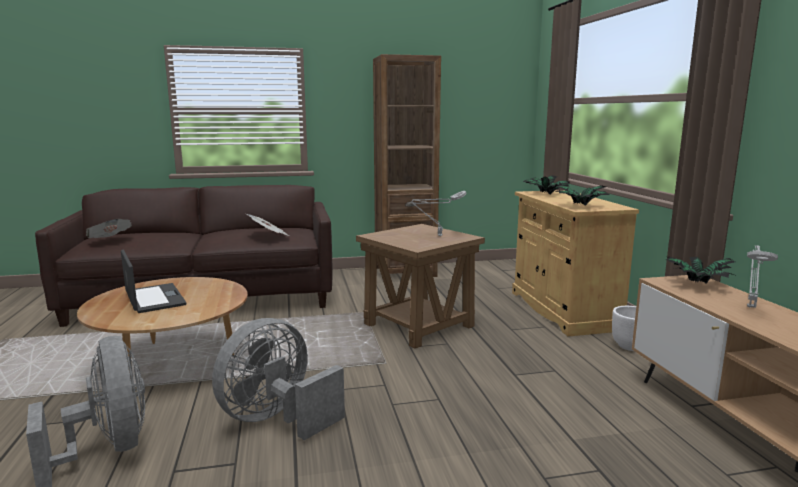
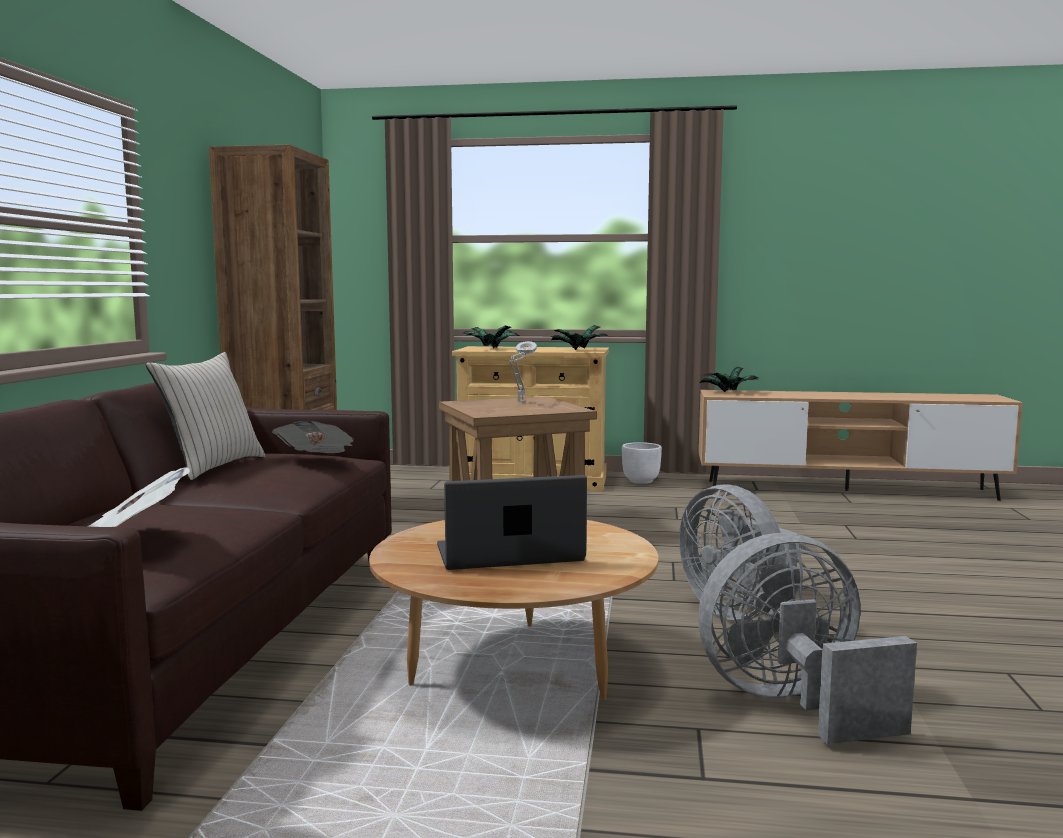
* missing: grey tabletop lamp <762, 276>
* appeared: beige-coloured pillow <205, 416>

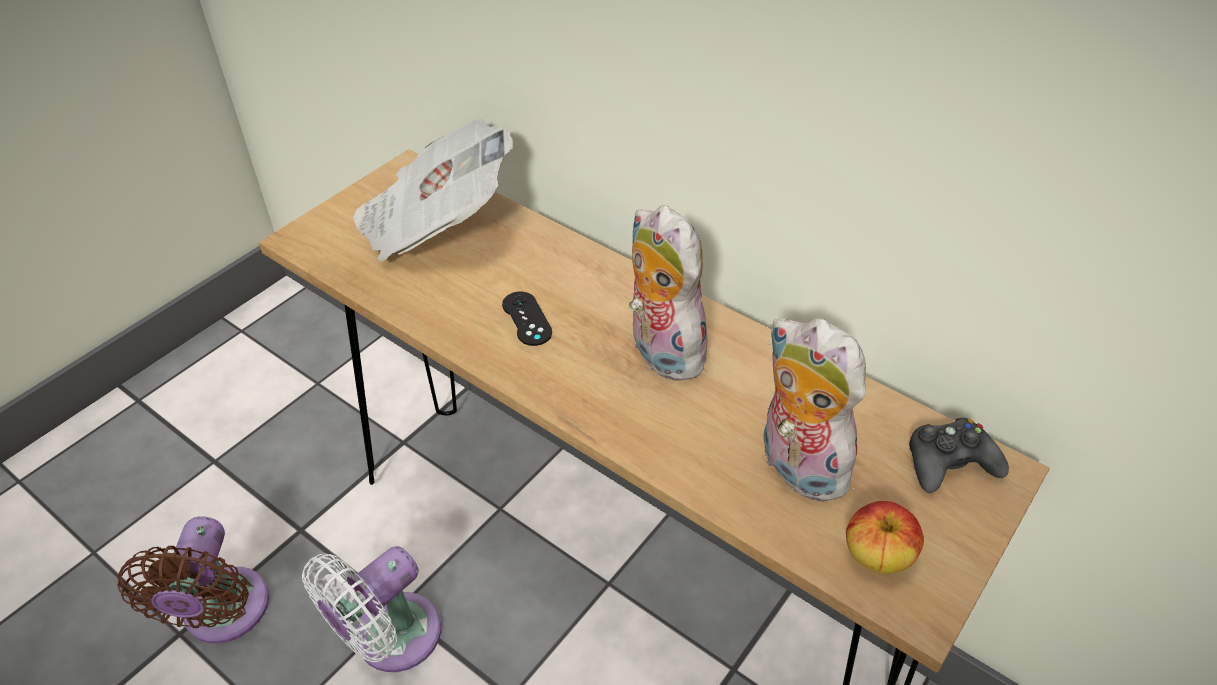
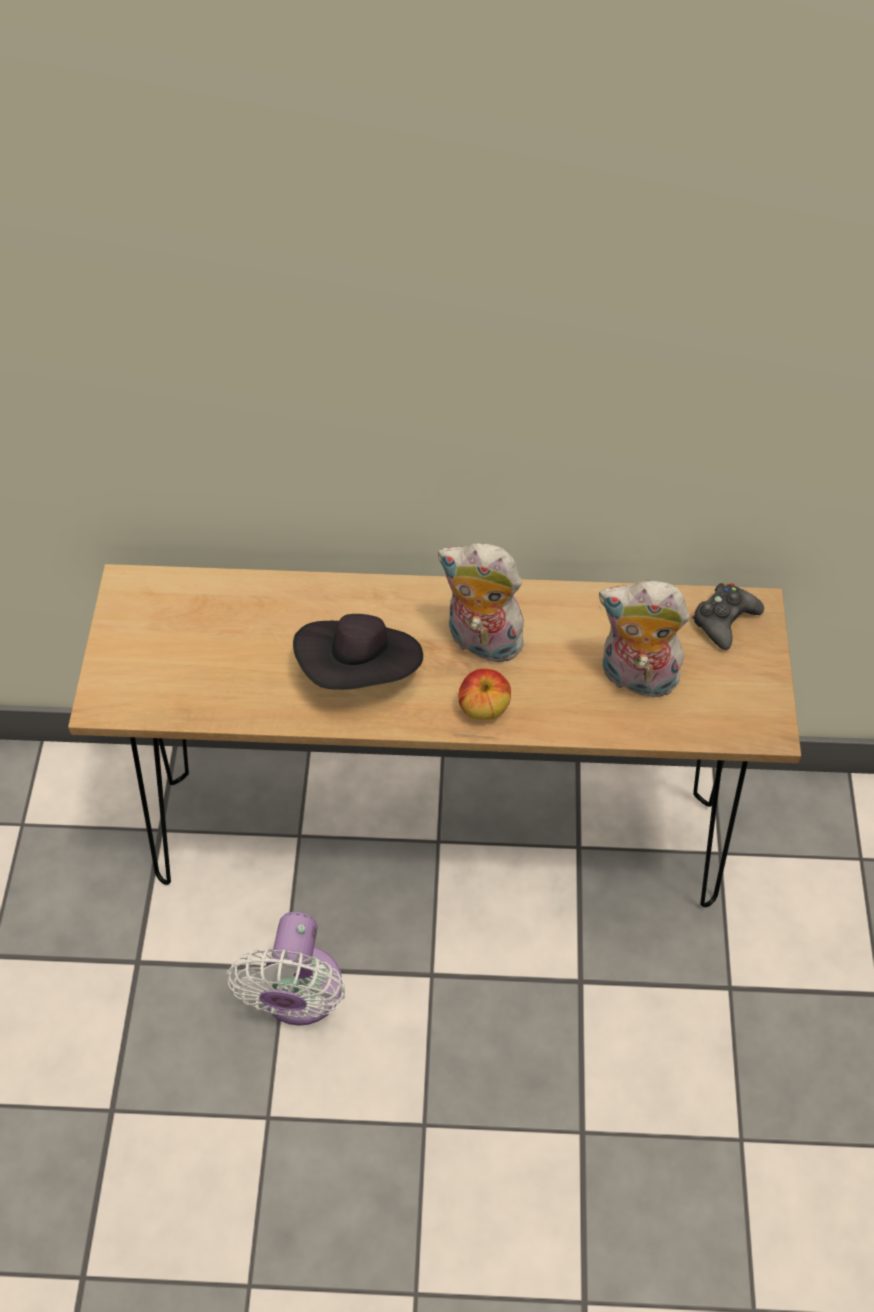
* missing: brown-coloured fan <193, 580>
* missing: printed paper <433, 190>
* relocated: whole apple <885, 537> to <484, 694>
* exchanged: blackish gamepad <527, 319> to blackish wearable hat <358, 652>

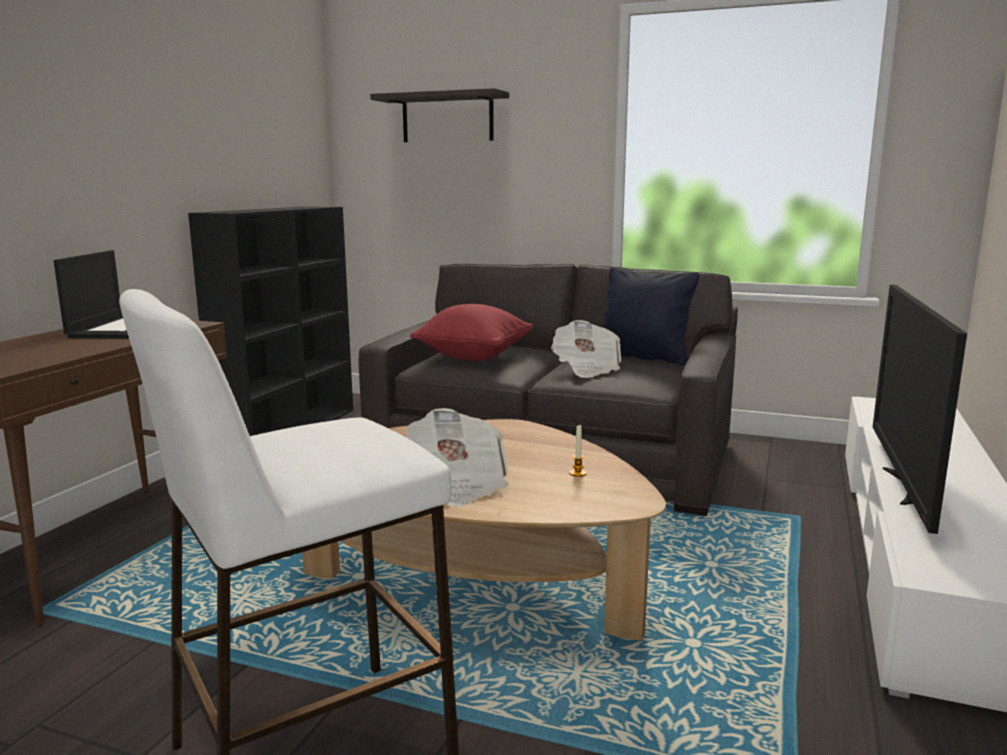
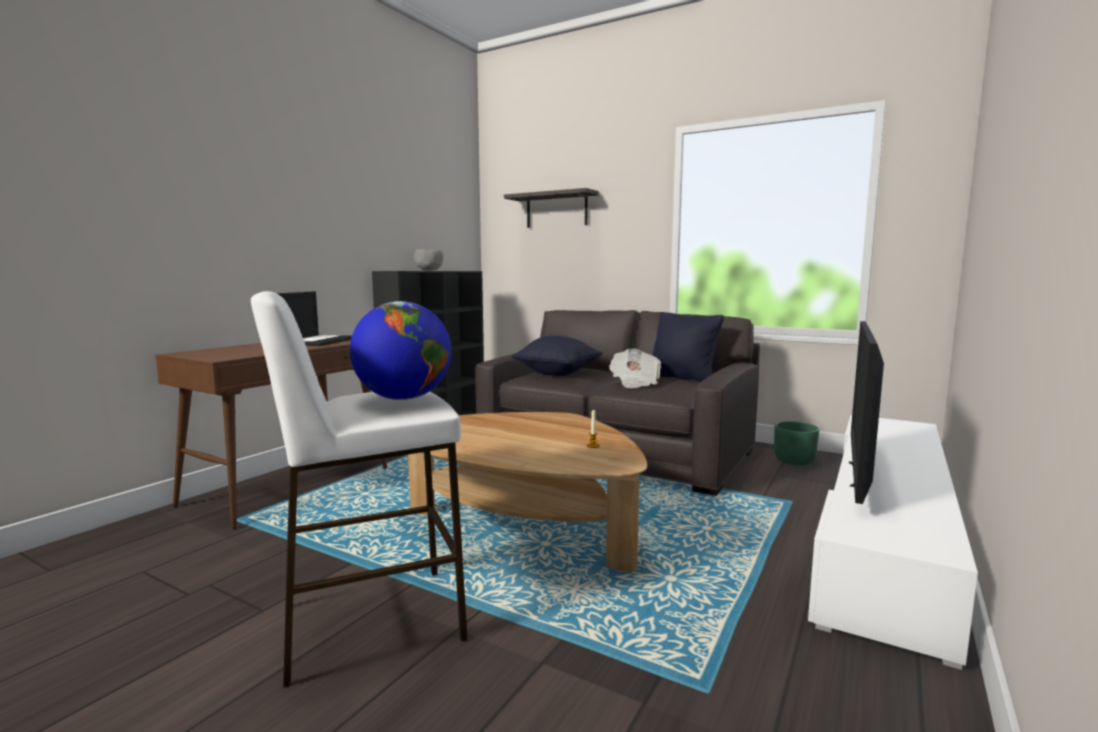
* missing: printed paper <457, 457>
* appeared: globe <401, 350>
* appeared: grey bowl <428, 260>
* appeared: green plant pot <796, 443>
* colour: red pillow <471, 332> to blackish pillow <557, 356>

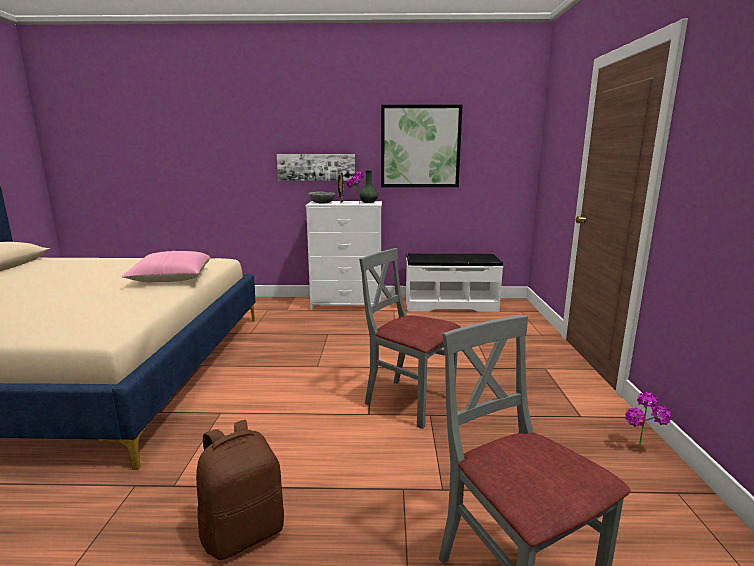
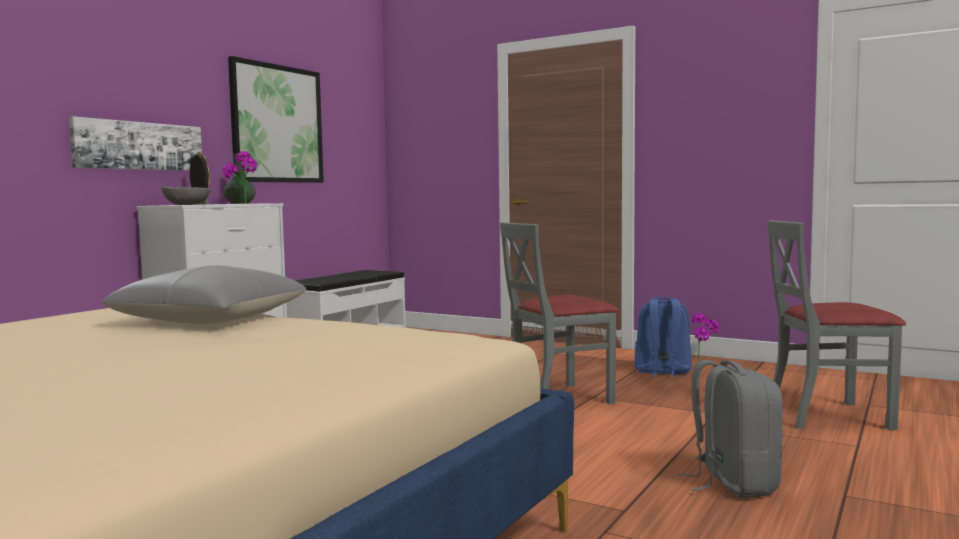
* appeared: bluish backpack <663, 337>
* colour: pink-coloured pillow <166, 266> to grey pillow <203, 295>
* colour: brown-coloured backpack <240, 490> to grey backpack <730, 429>

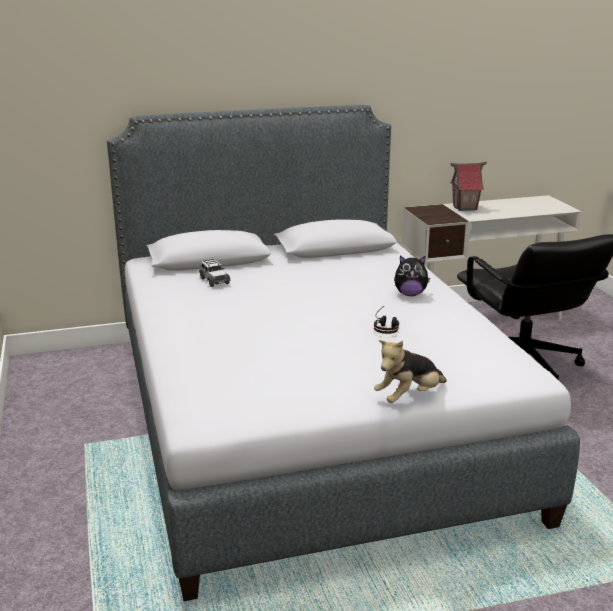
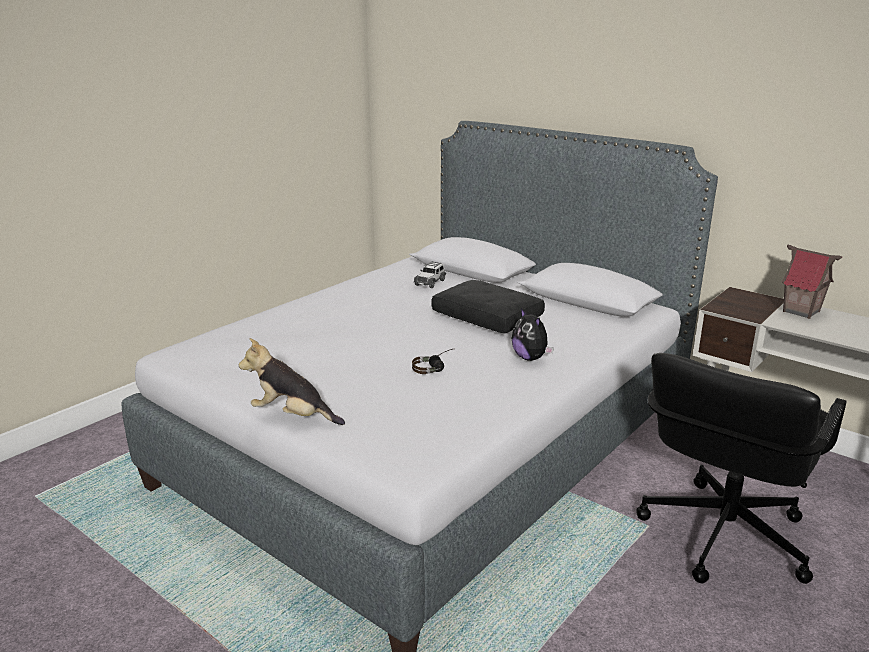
* appeared: blackish pillow <488, 306>

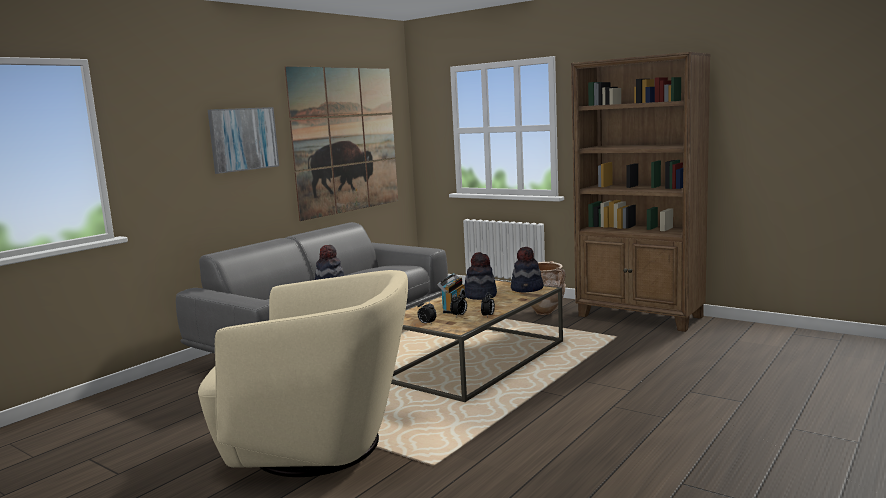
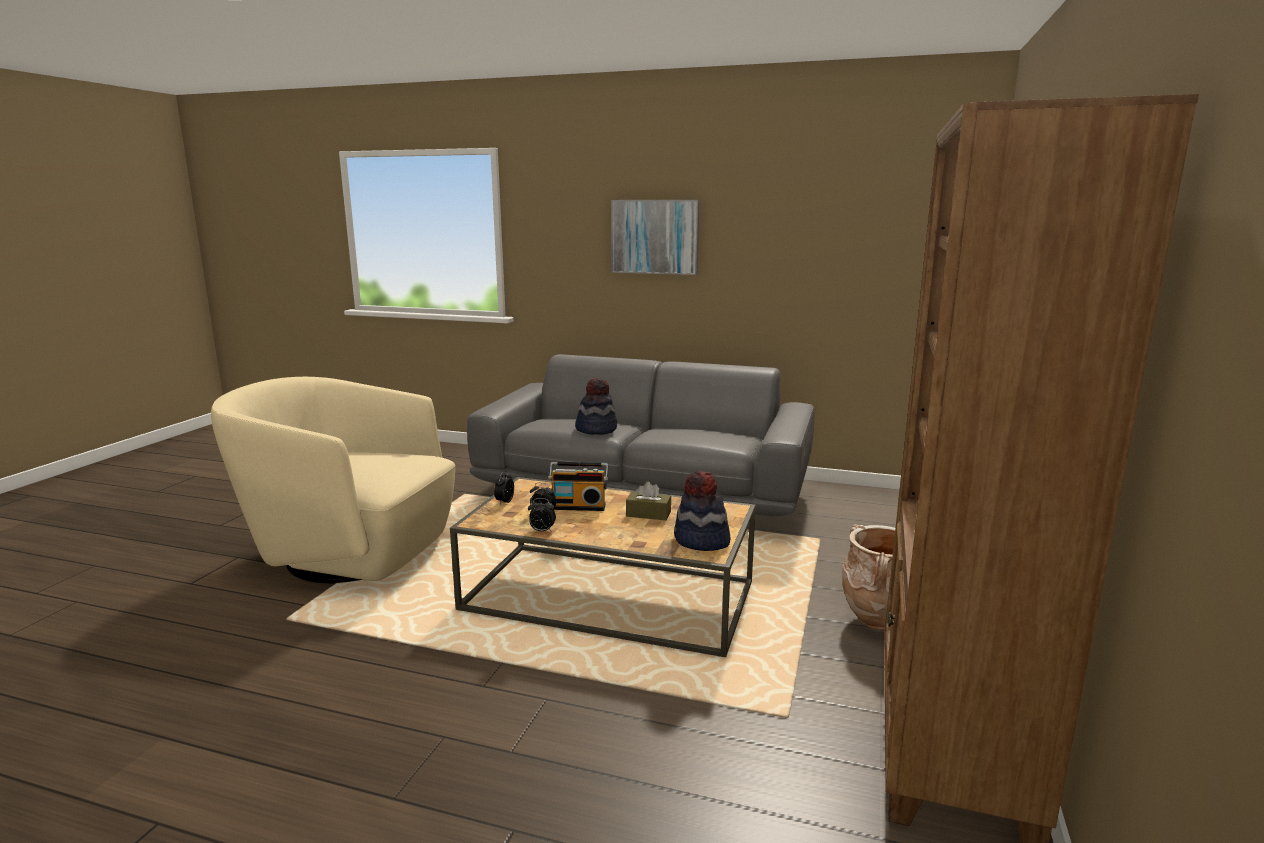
* missing: picture <341, 143>
* exchanged: wearable hat <481, 276> to brown-coloured tissue box <648, 500>
* spun: beige-coloured lounge chair <303, 373> = <333, 480> 120 degrees clockwise

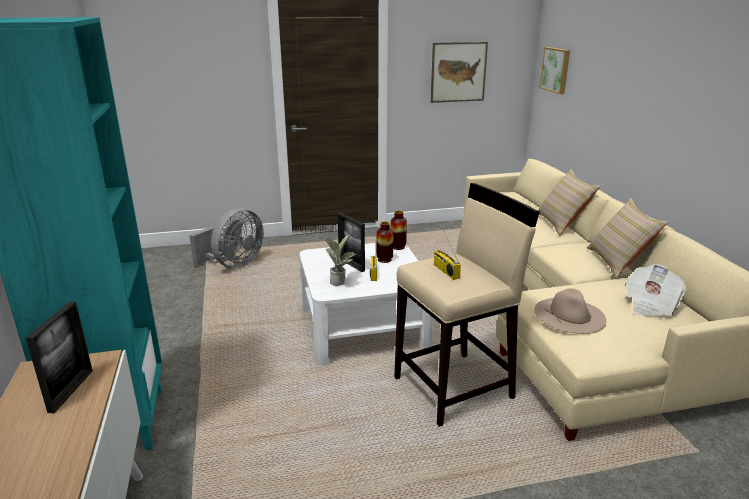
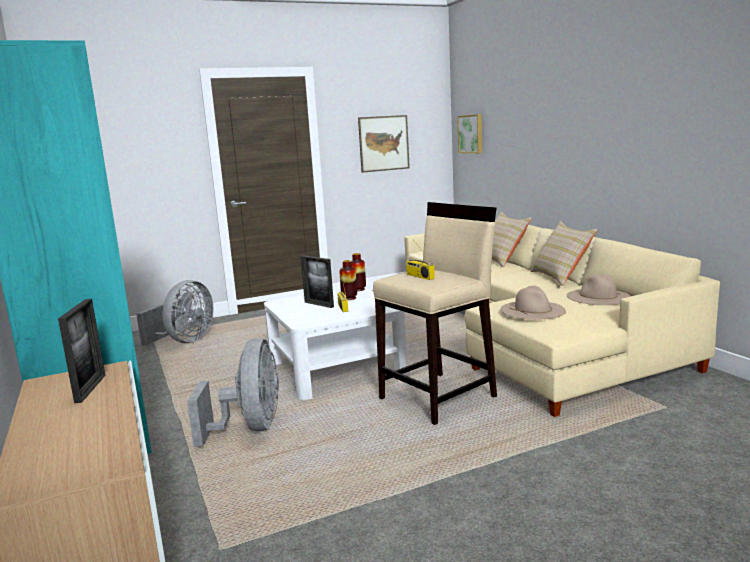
* missing: houseplant <340, 261>
* appeared: grey fan <233, 392>
* exchanged: printed paper <656, 290> to beige-coloured wearable hat <598, 289>

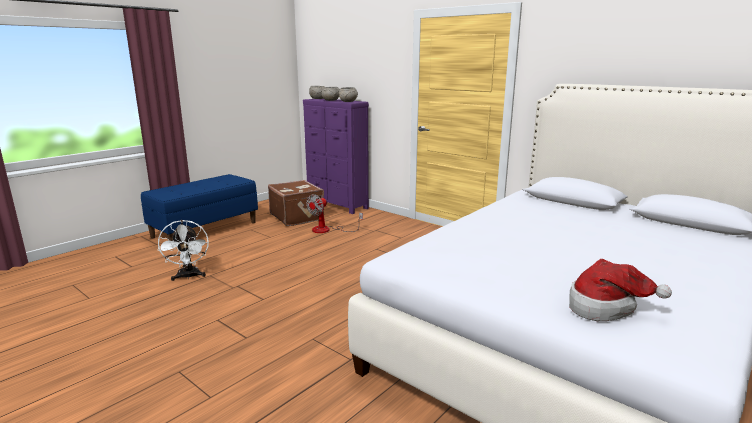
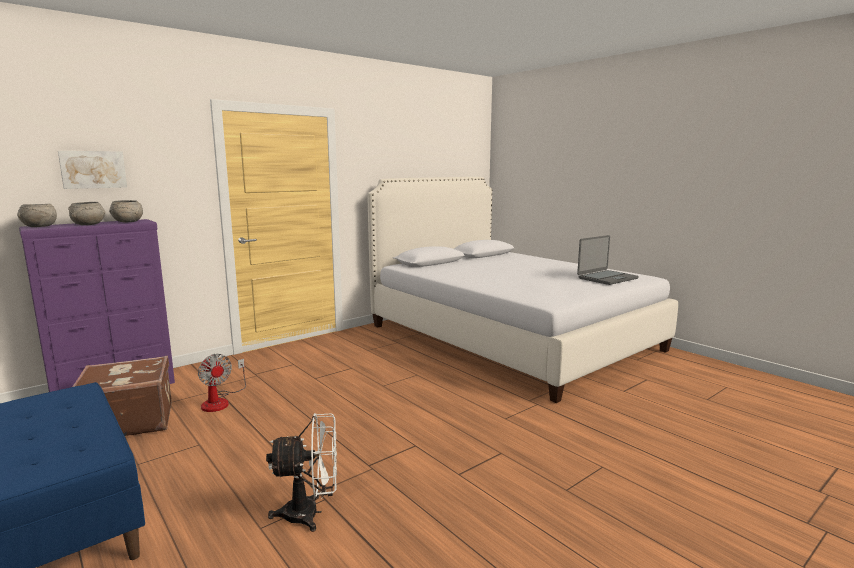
* appeared: picture <92, 170>
* exchanged: wearable hat <620, 290> to portable computer <608, 260>

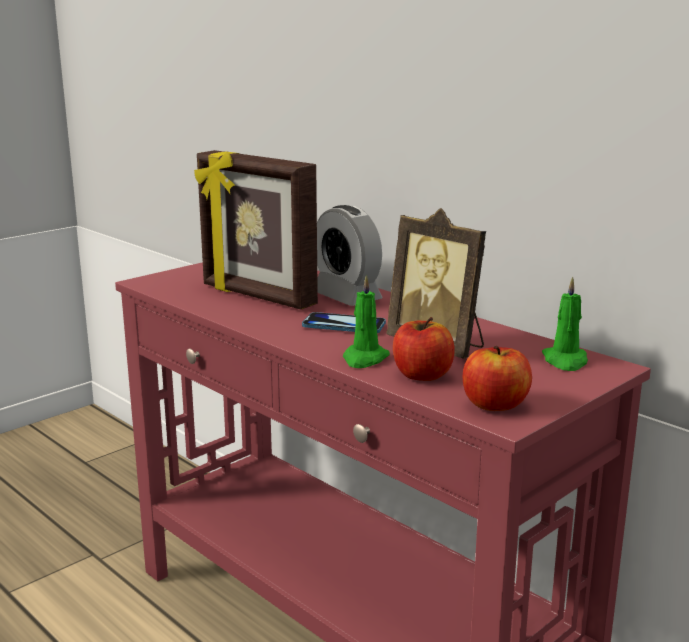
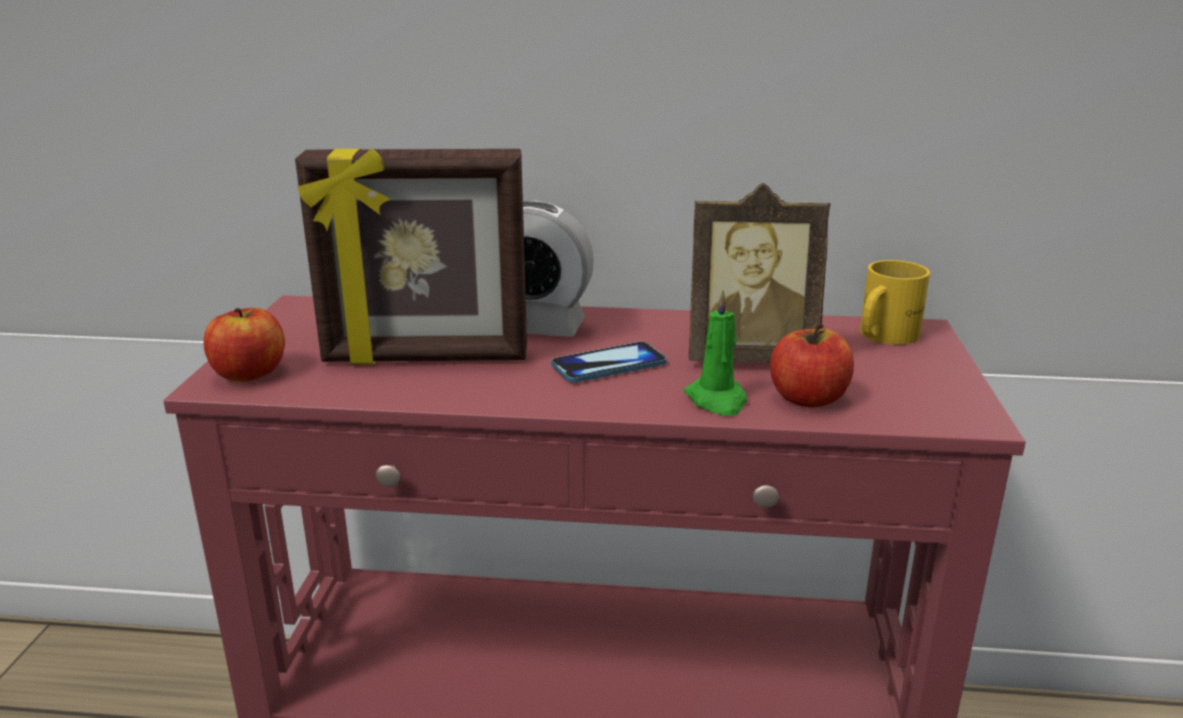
* relocated: whole apple <497, 378> to <244, 345>
* exchanged: green wax candle <565, 324> to yellowish mug <895, 302>

